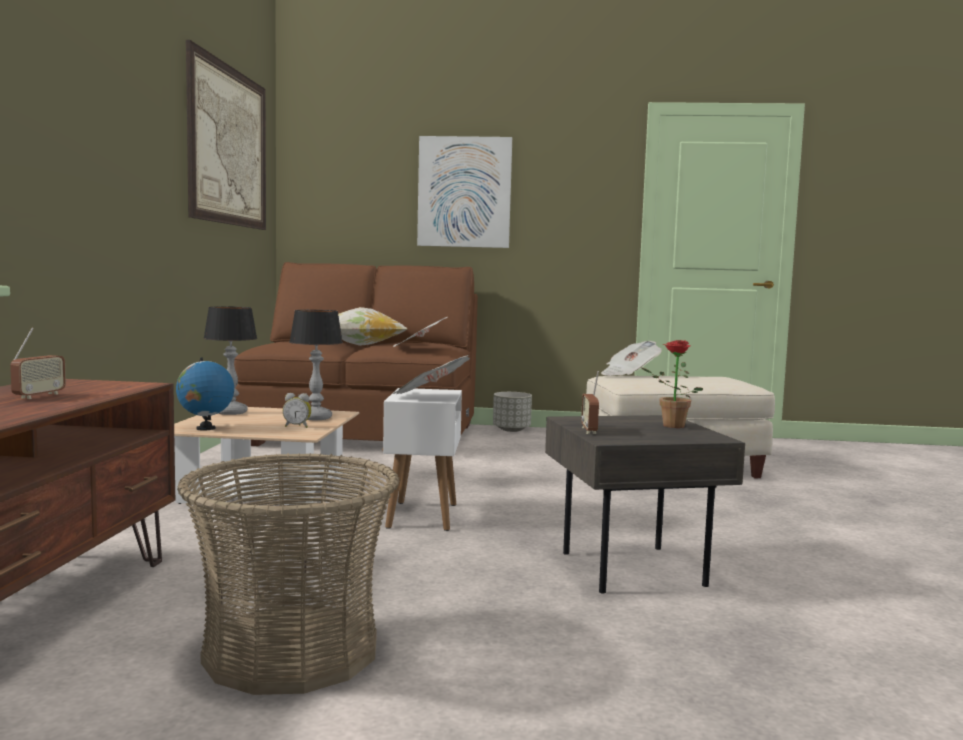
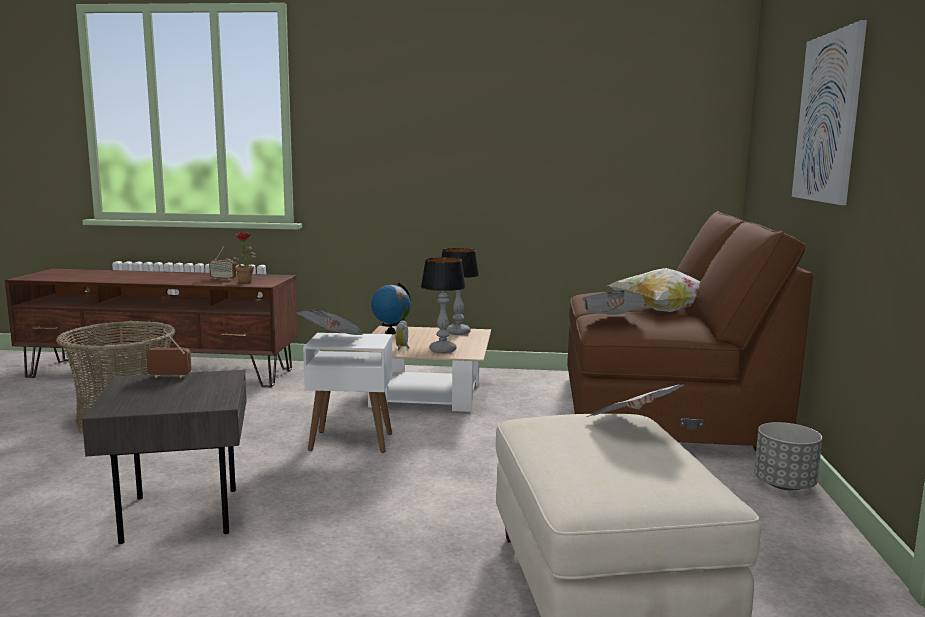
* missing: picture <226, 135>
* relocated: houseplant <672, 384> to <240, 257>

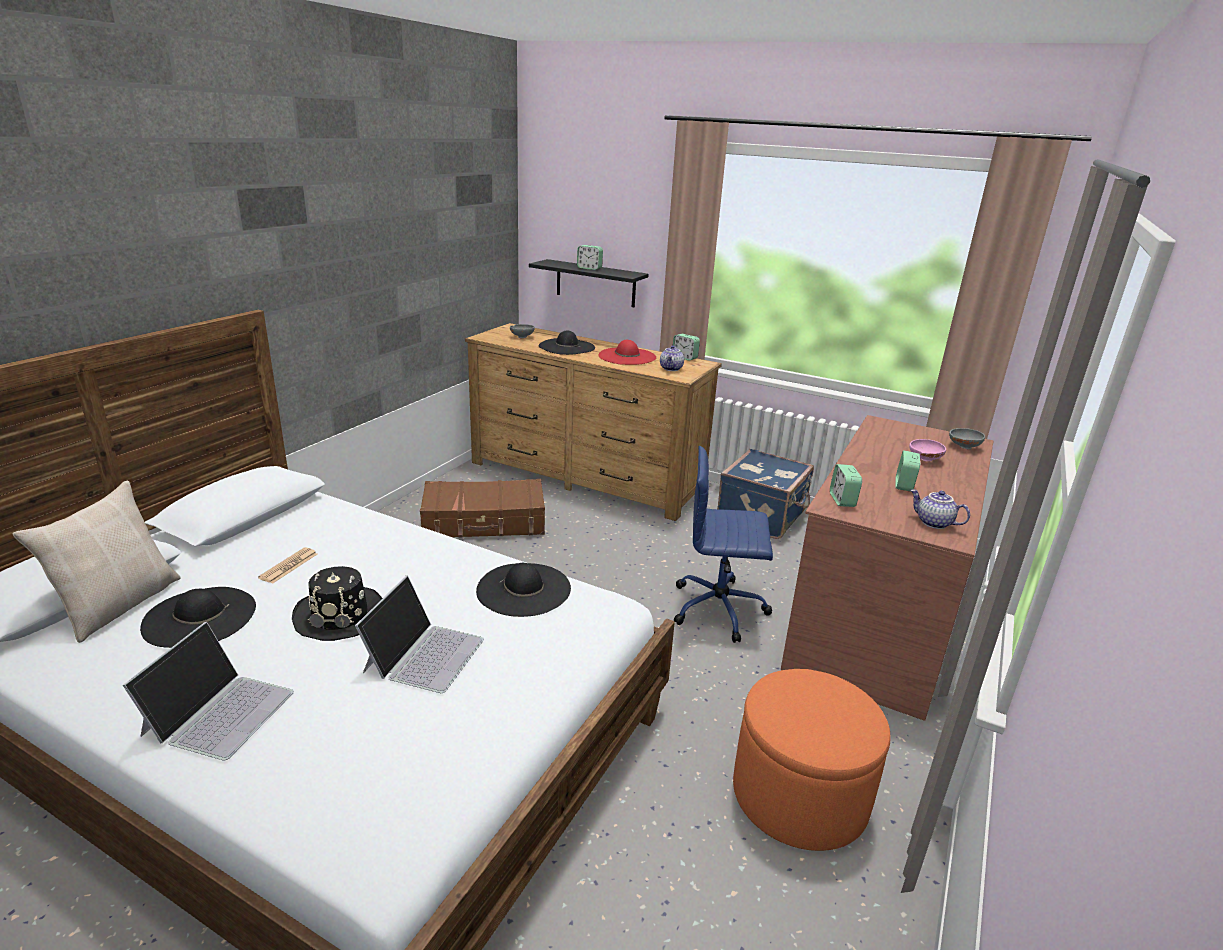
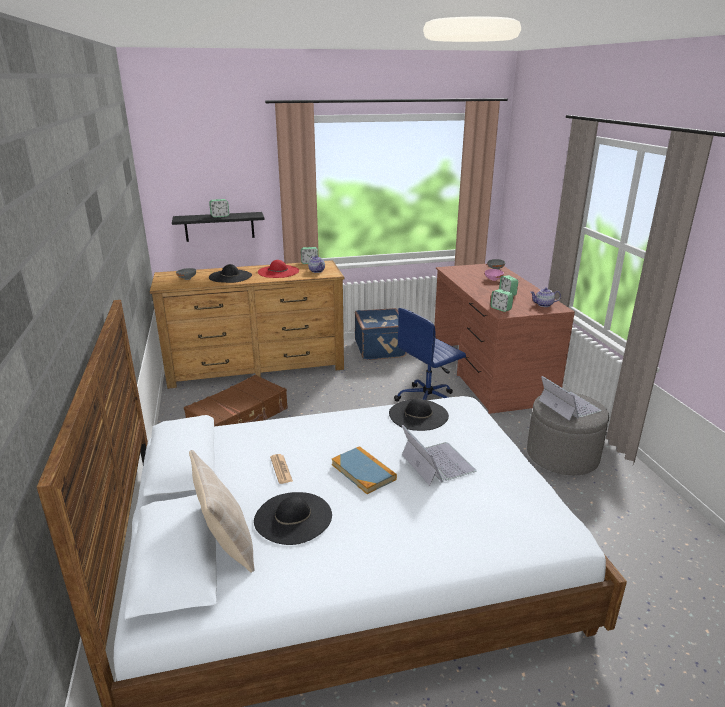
* relocated: portable computer <208, 691> to <570, 398>
* exchanged: blackish wearable hat <337, 603> to bound book <364, 470>
* colour: orangey footrest <812, 760> to grey footrest <568, 434>

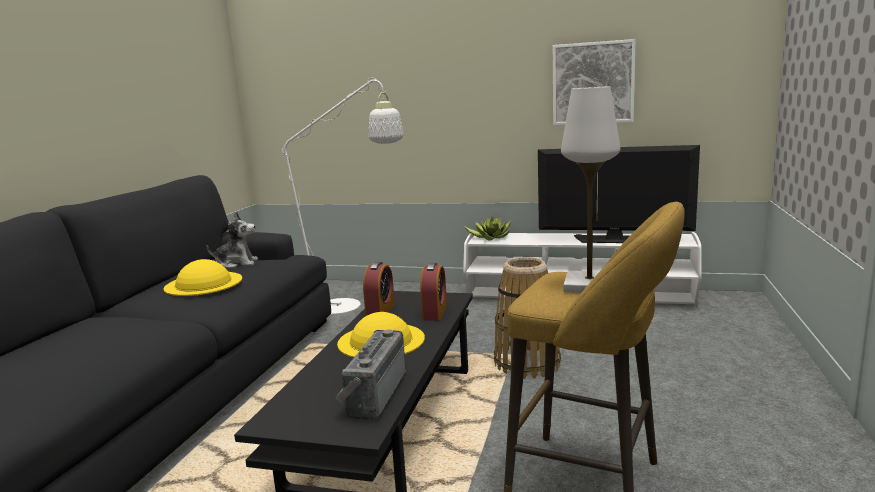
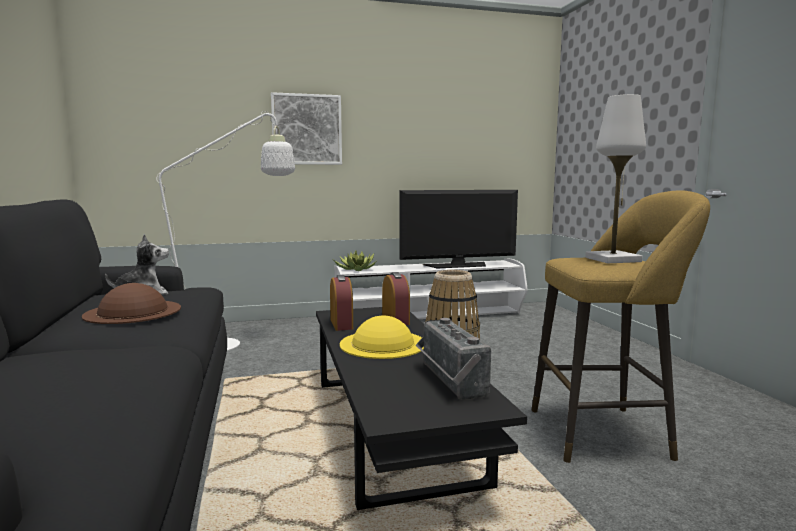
* relocated: picture <594, 82> to <306, 128>
* colour: yellowish wearable hat <202, 277> to brown-coloured wearable hat <131, 303>

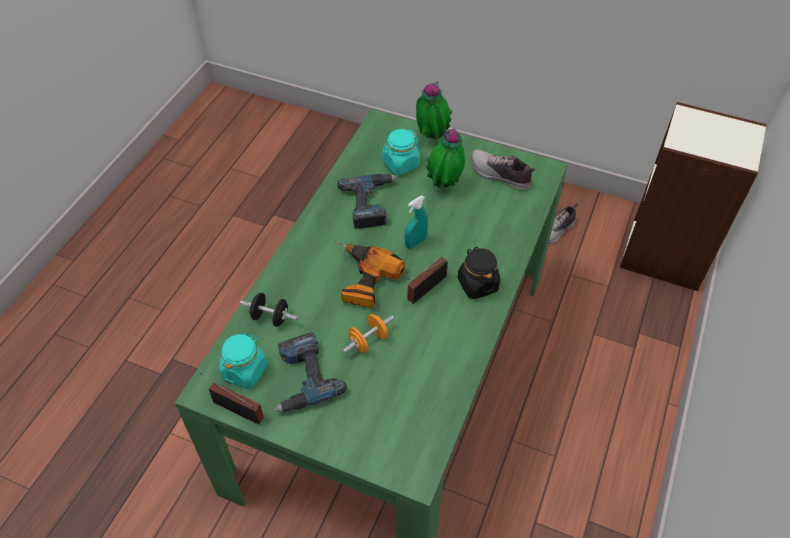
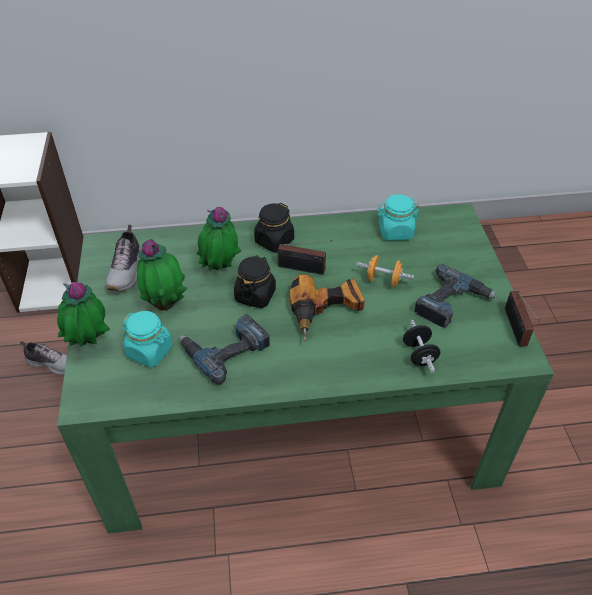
* appeared: houseplant <219, 239>
* relocated: turquoise-coloured preserve jar <243, 360> to <398, 217>
* exchanged: turquoise-coloured sprayer <416, 222> to blackish preserve jar <255, 281>

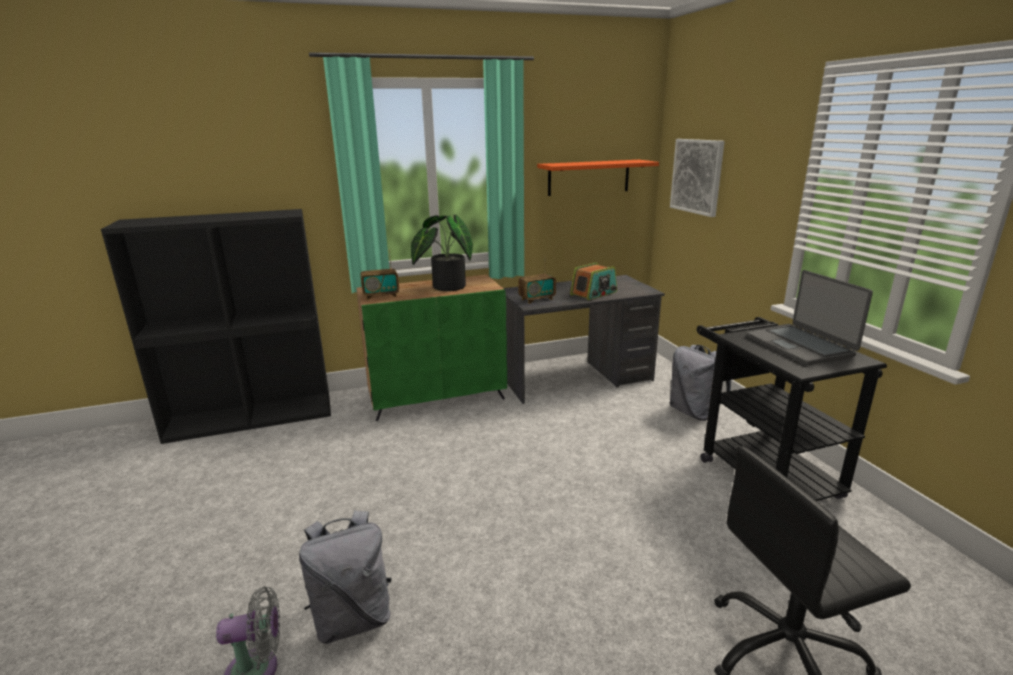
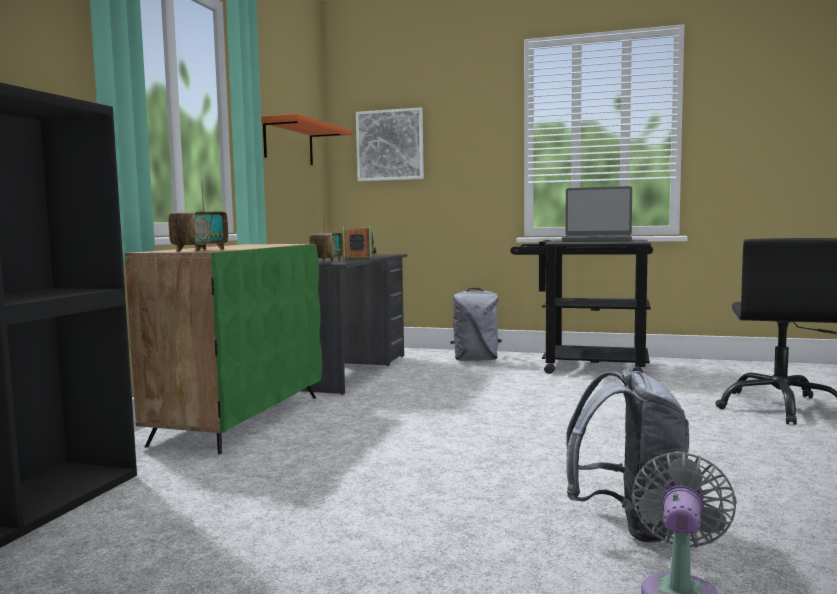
* missing: houseplant <442, 253>

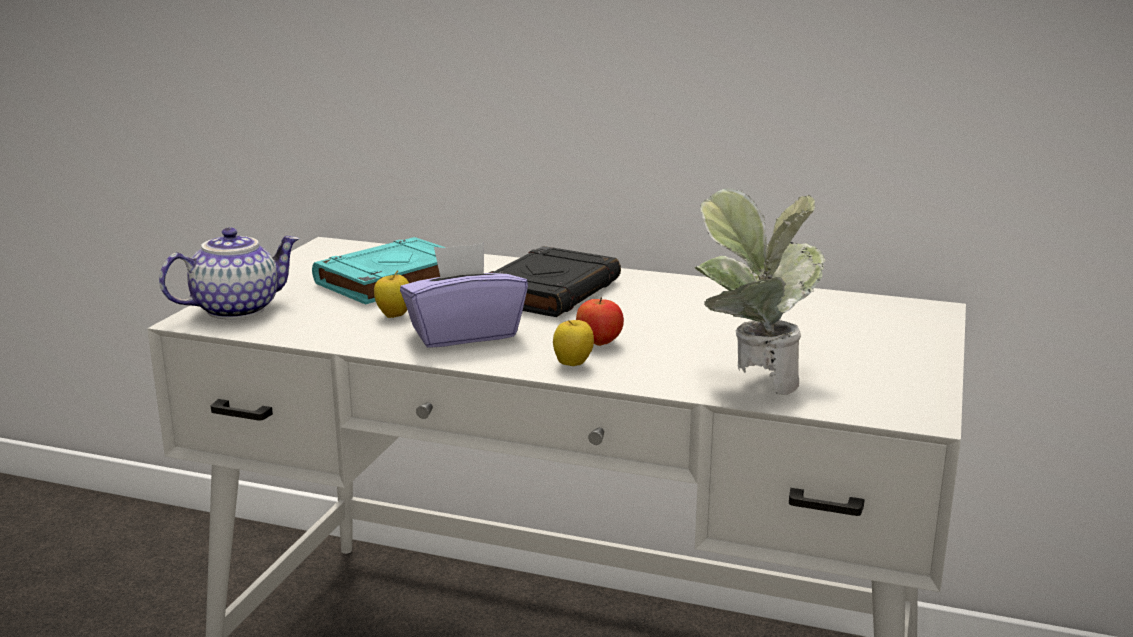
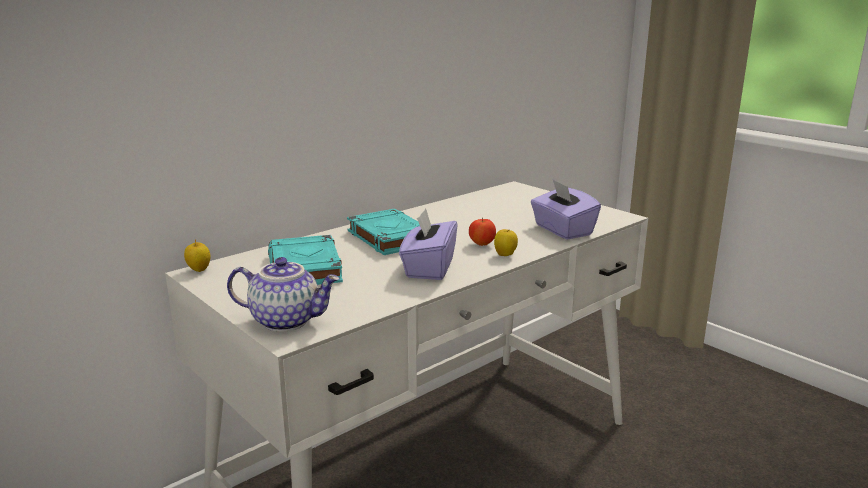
* relocated: whole apple <391, 294> to <197, 256>
* exchanged: houseplant <760, 291> to purplish tissue box <566, 210>
* colour: blackish bound book <555, 281> to turquoise-coloured bound book <383, 232>
* spun: tea pot <229, 273> = <283, 294> 105 degrees clockwise

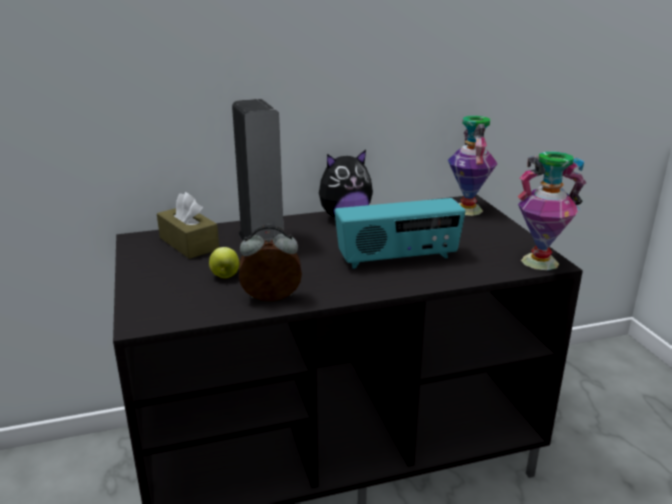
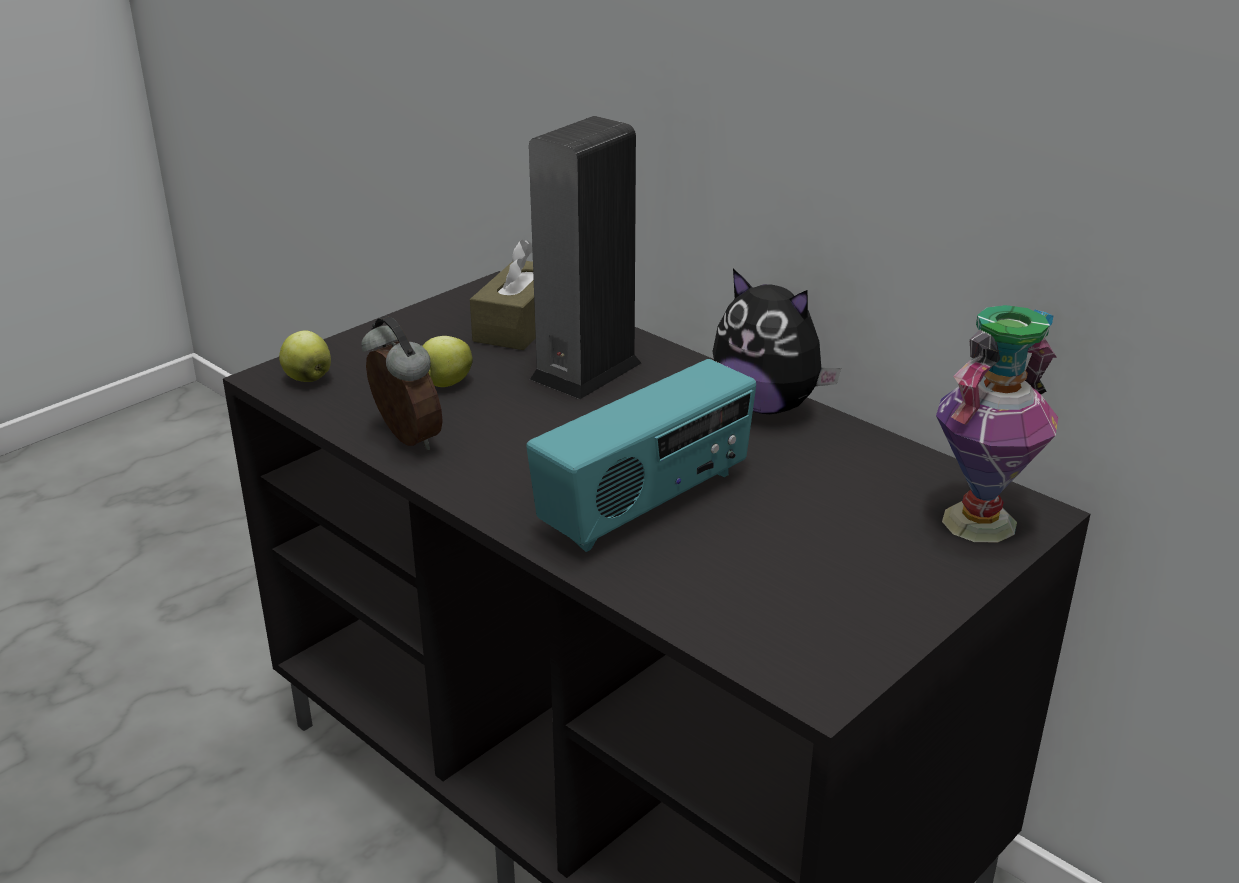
* missing: decorative vase <552, 211>
* appeared: whole apple <305, 356>
* spun: radio <399, 233> = <641, 455> 90 degrees counterclockwise

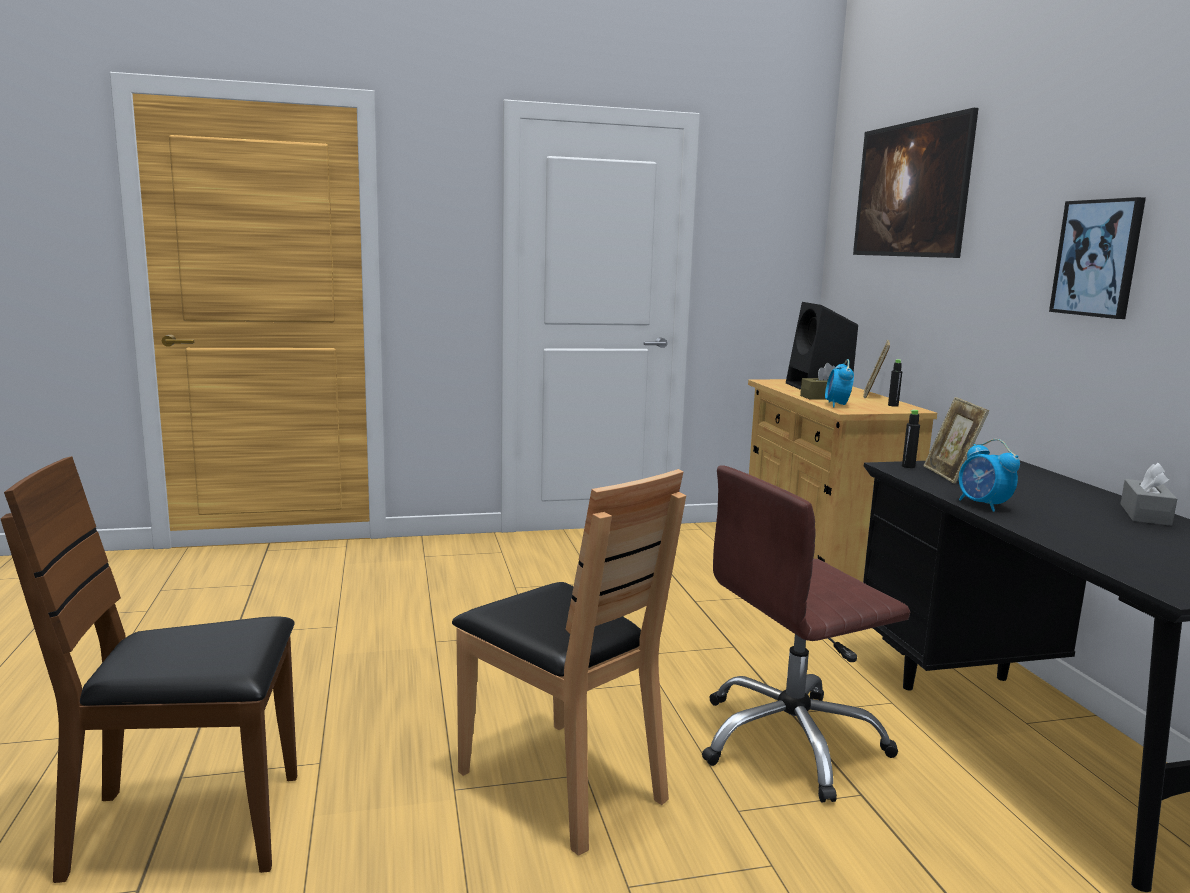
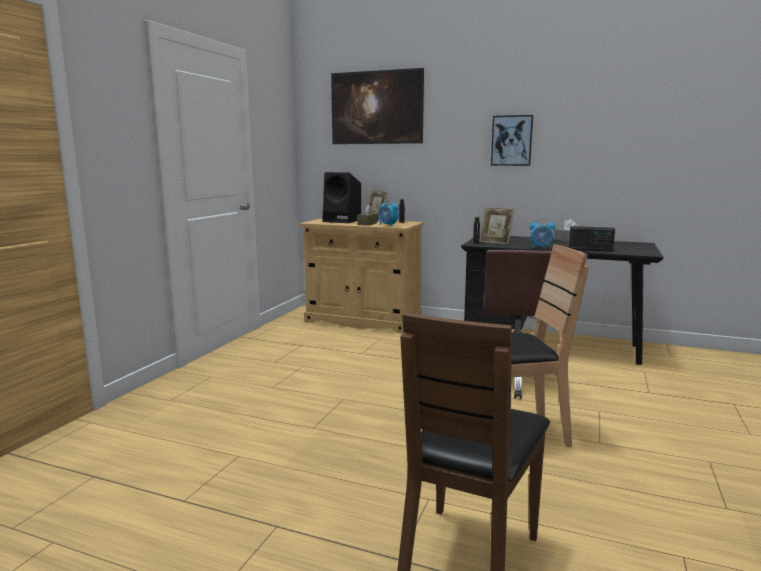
* appeared: radio <592, 239>

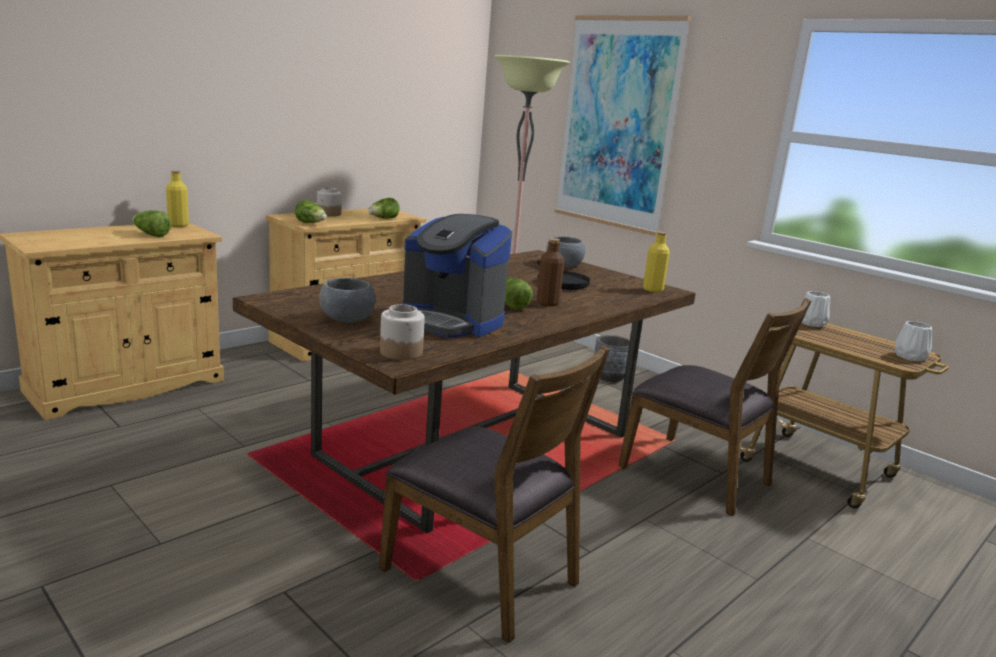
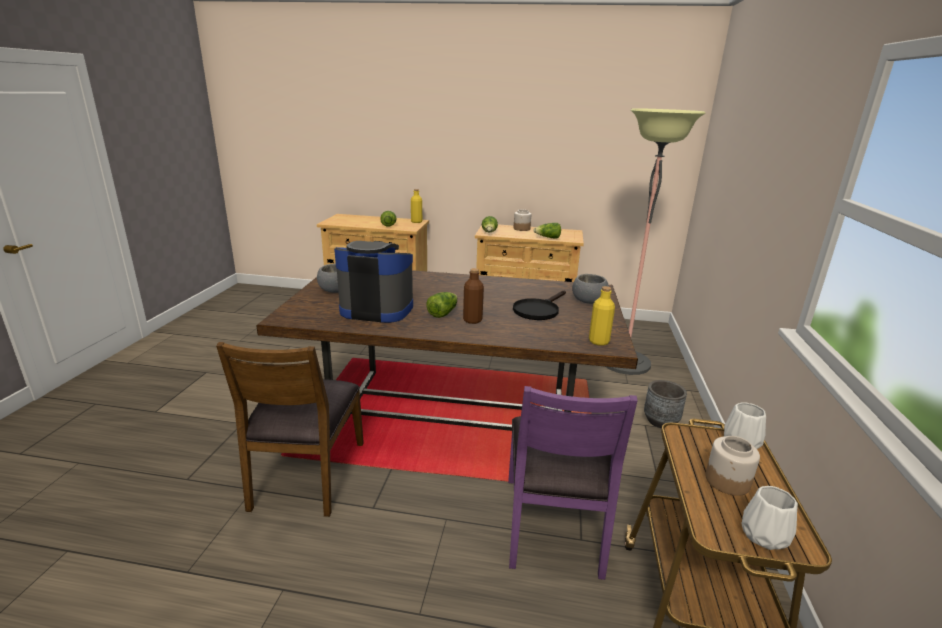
* missing: picture <623, 126>
* relocated: preserve jar <402, 332> to <732, 466>
* colour: brown-coloured chair <714, 407> to purplish chair <572, 483>
* spun: coffee maker <457, 276> = <373, 282> 105 degrees clockwise

